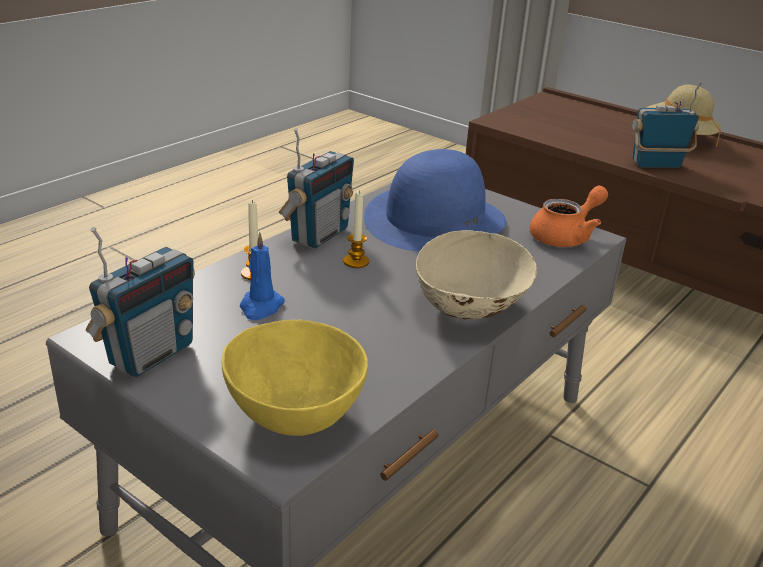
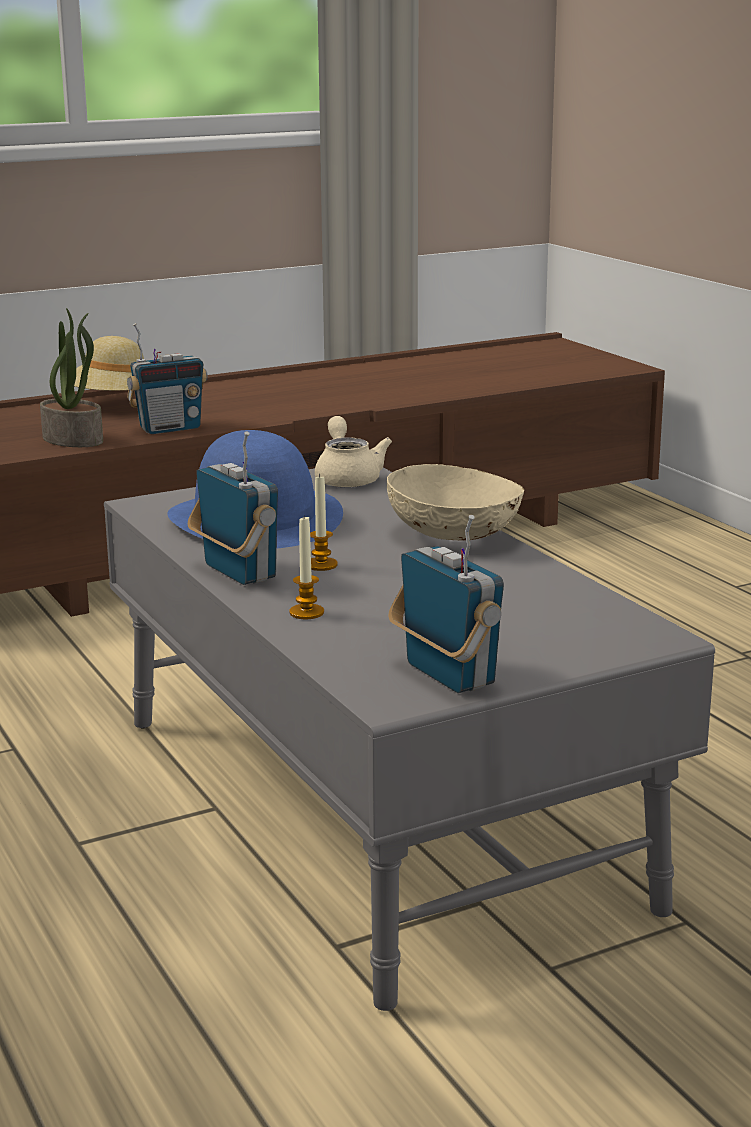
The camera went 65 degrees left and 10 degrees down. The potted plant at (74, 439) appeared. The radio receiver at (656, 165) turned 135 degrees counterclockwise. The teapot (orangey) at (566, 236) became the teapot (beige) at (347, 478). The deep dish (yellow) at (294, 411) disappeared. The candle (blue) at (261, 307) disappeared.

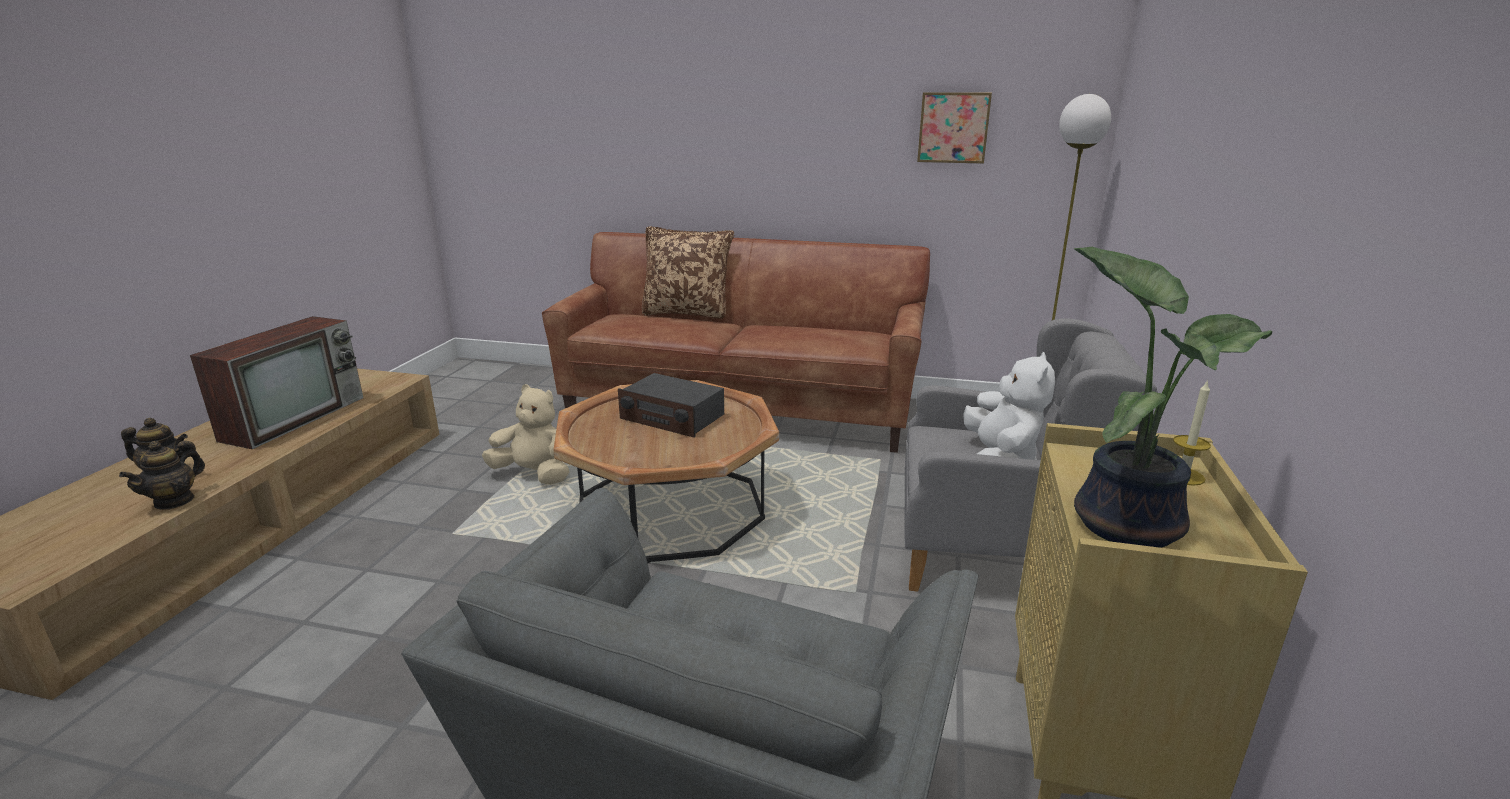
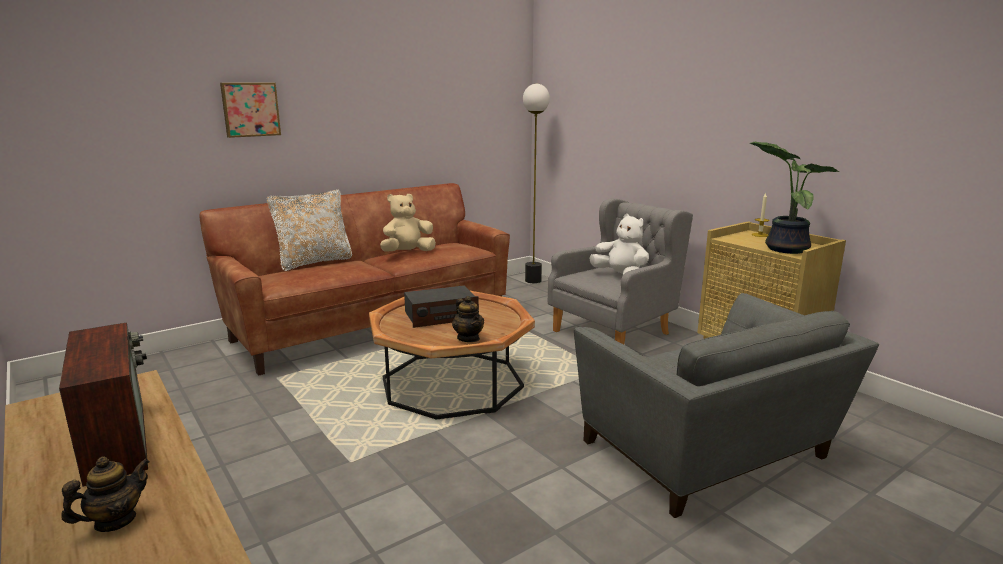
The camera went 50 degrees left and 5 degrees down. The wall art moved from (953, 127) to (250, 109). The cushion (brown-coloured) at (687, 315) became the cushion (whitish) at (315, 263). The plush toy (beige) moved from (534, 474) to (407, 253). The teapot moved from (175, 501) to (468, 338).

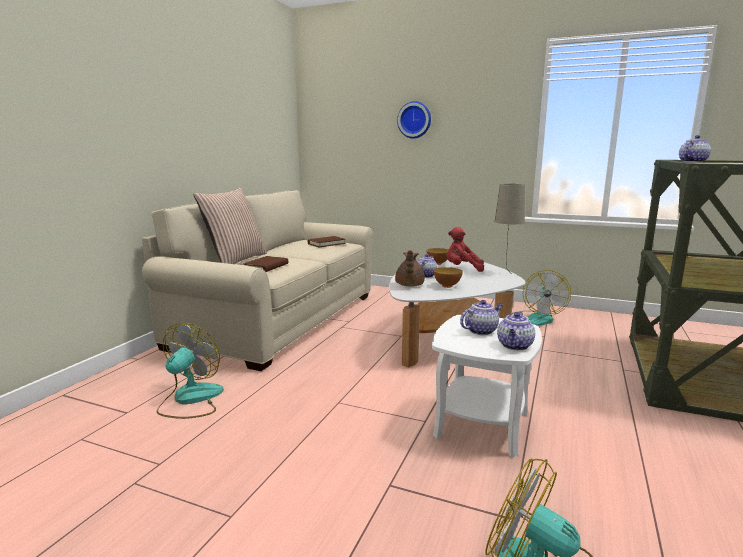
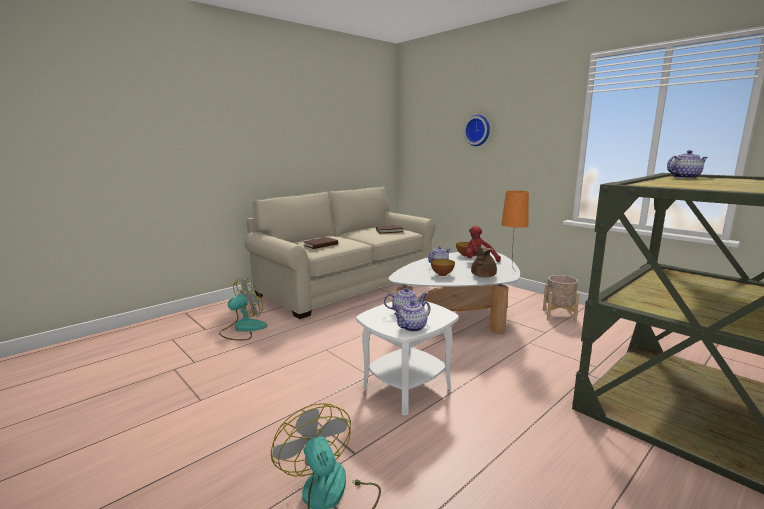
The camera went 25 degrees right and 0 degrees up. The teapot (brown-coloured) moved from (409, 285) to (482, 276). The table lamp (beige) at (505, 273) became the table lamp (orangey) at (511, 270). The cooling fan at (537, 318) was replaced by the flower pot (beige) at (558, 316). The cushion at (235, 260) disappeared.

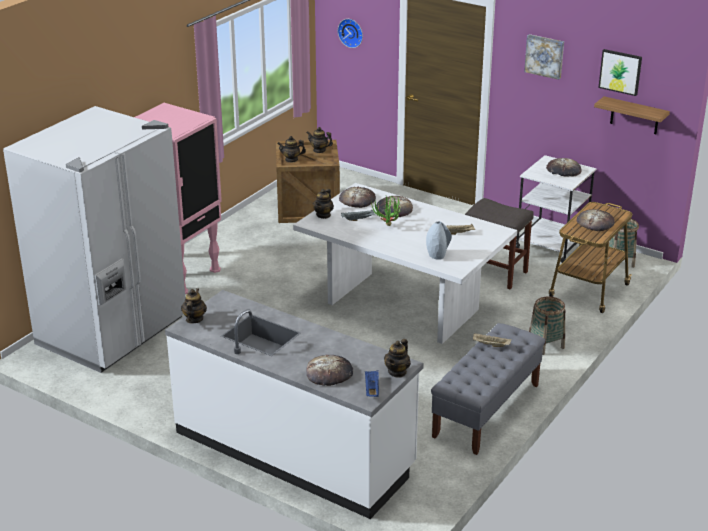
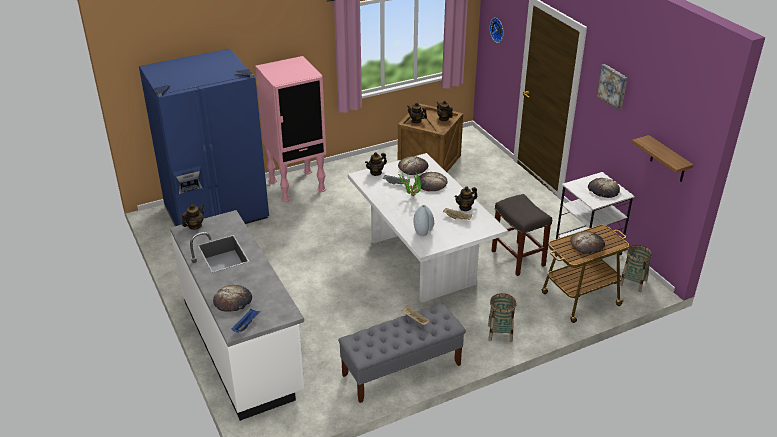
The camera went 30 degrees right and 5 degrees up. The fridge (whitish) at (113, 331) became the fridge (blue) at (217, 214). The teapot moved from (397, 372) to (465, 207). The wall art at (620, 71) disappeared.

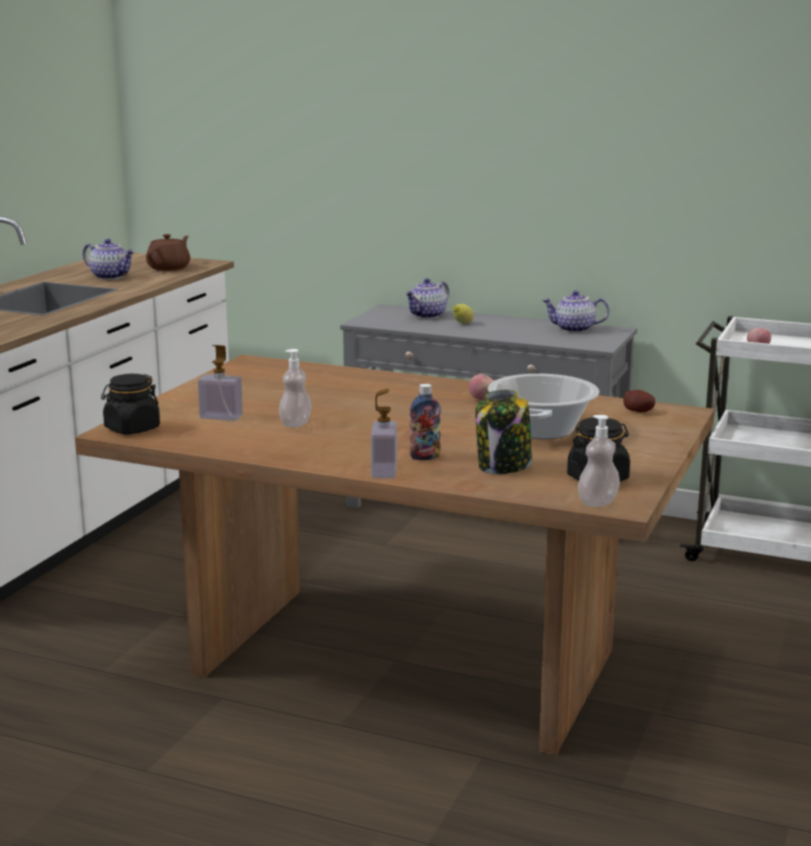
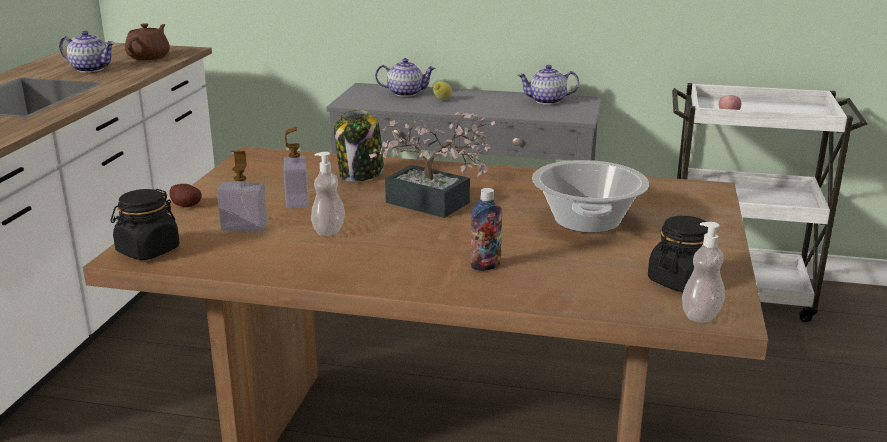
The camera went 10 degrees left and 5 degrees up. The potato moved from (639, 411) to (187, 205). The soap bottle moved from (384, 471) to (297, 201). The storage jar moved from (504, 466) to (361, 175). The potted plant at (435, 205) appeared. The teapot at (427, 316) turned 120 degrees counterclockwise. The apple fruit at (482, 399) disappeared.

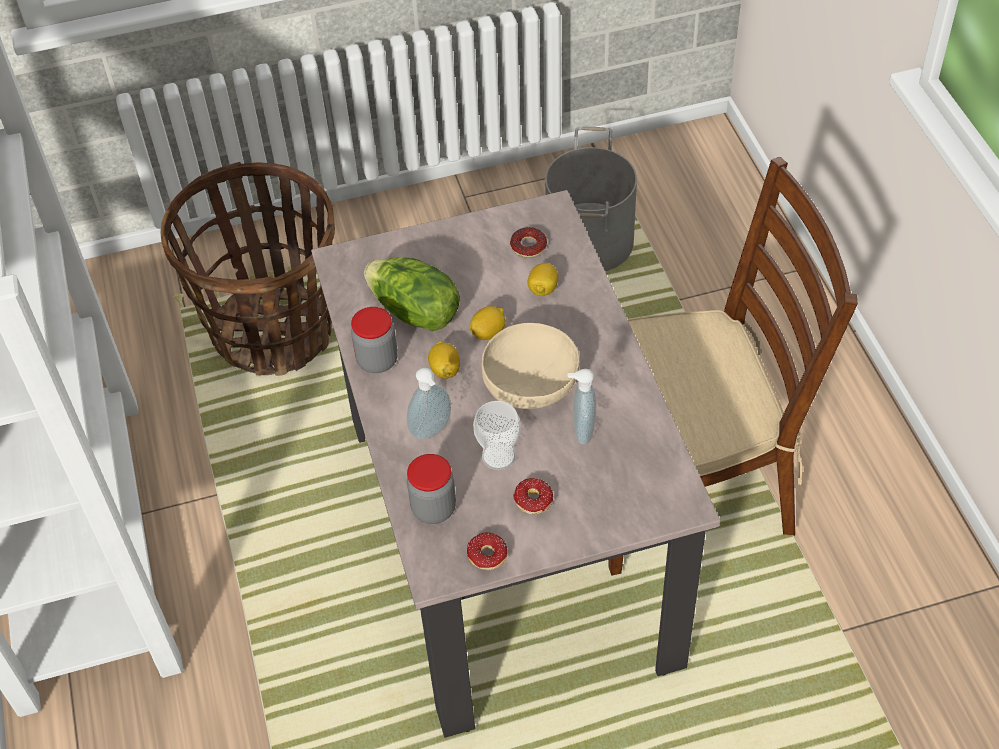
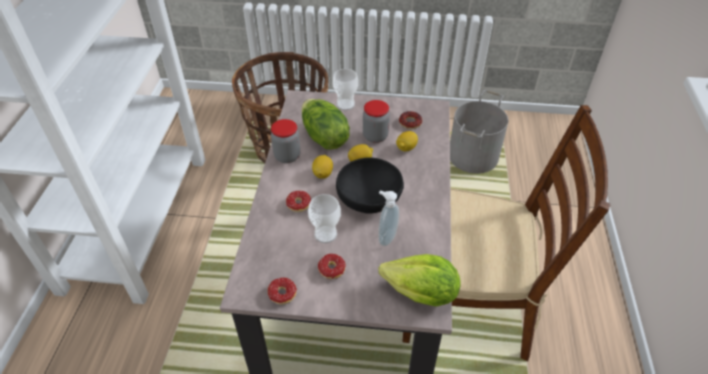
The camera went 20 degrees right and 5 degrees down. The soap bottle at (432, 431) was replaced by the donut at (294, 206). The small cup at (345, 104) appeared. The deep dish (beige) at (531, 384) became the deep dish (blackish) at (369, 199). The storage jar moved from (433, 508) to (375, 136). The head of lettuce at (421, 294) appeared.

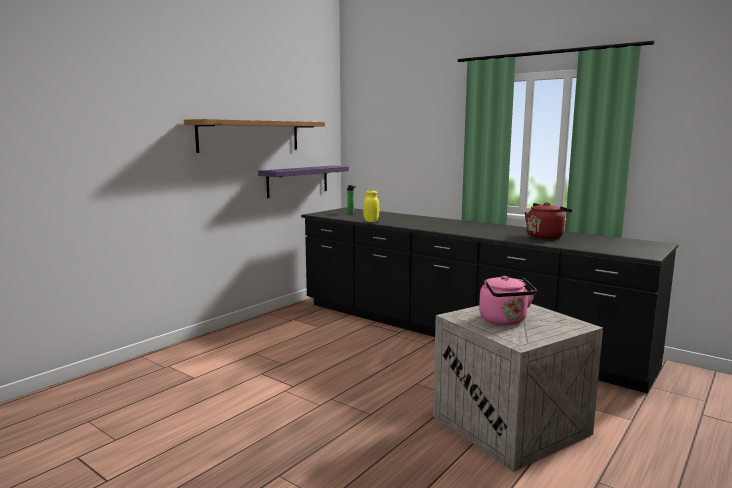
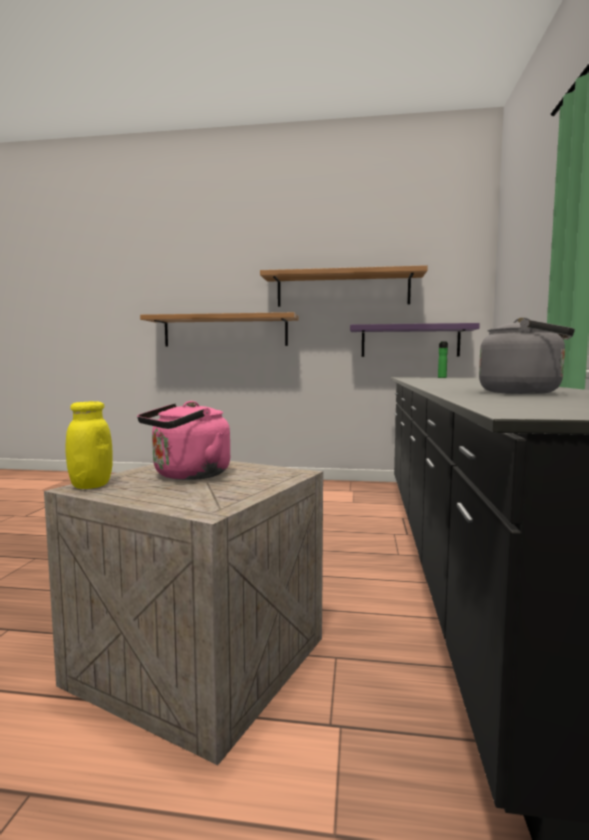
The camera went 60 degrees right and 5 degrees down. The storage jar (yellow) moved from (371, 221) to (91, 485). The shelf at (225, 331) appeared. The tea kettle (red-coloured) at (545, 236) became the tea kettle (gray) at (525, 393).

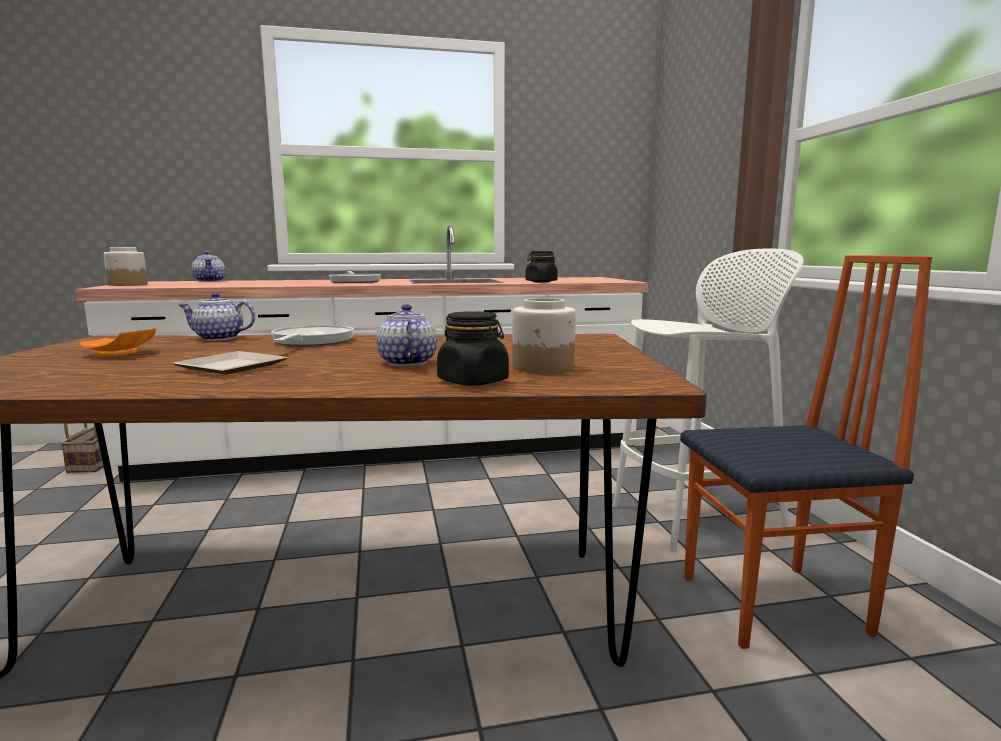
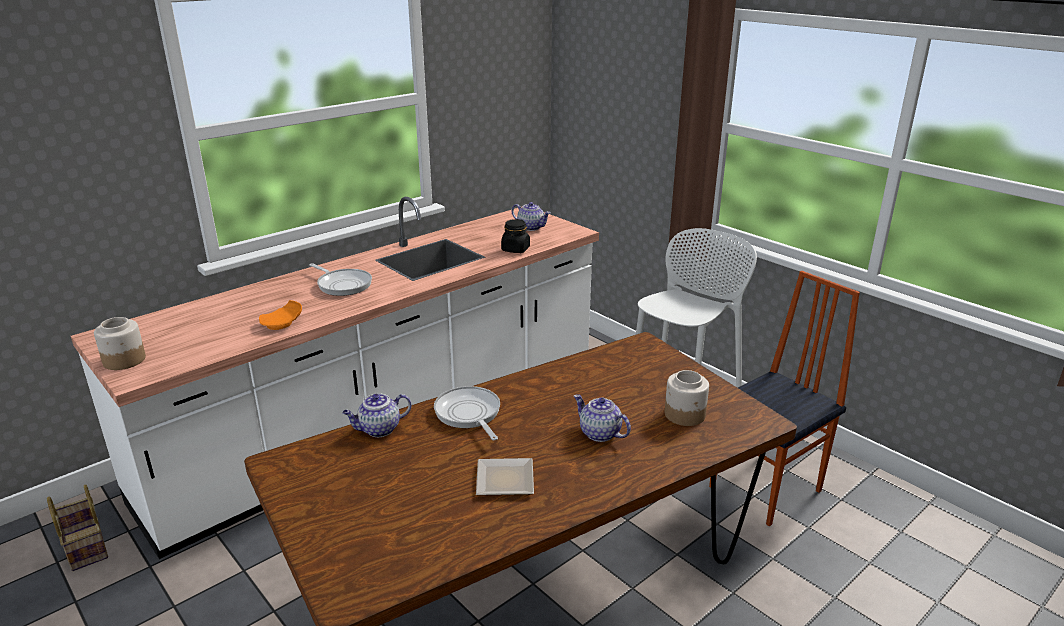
The camera went 30 degrees left and 15 degrees up. The flat dish (orangey) moved from (121, 354) to (283, 324). The teapot moved from (210, 281) to (531, 227). The storage jar (blackish) at (473, 381) disappeared.

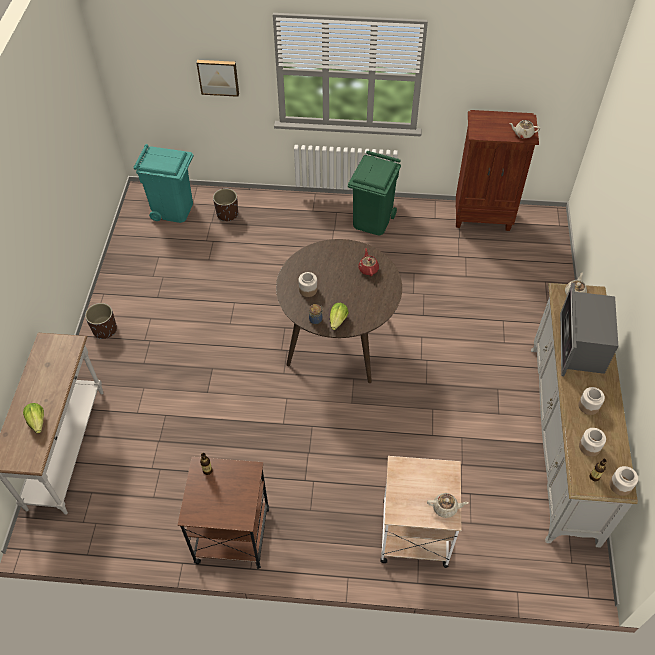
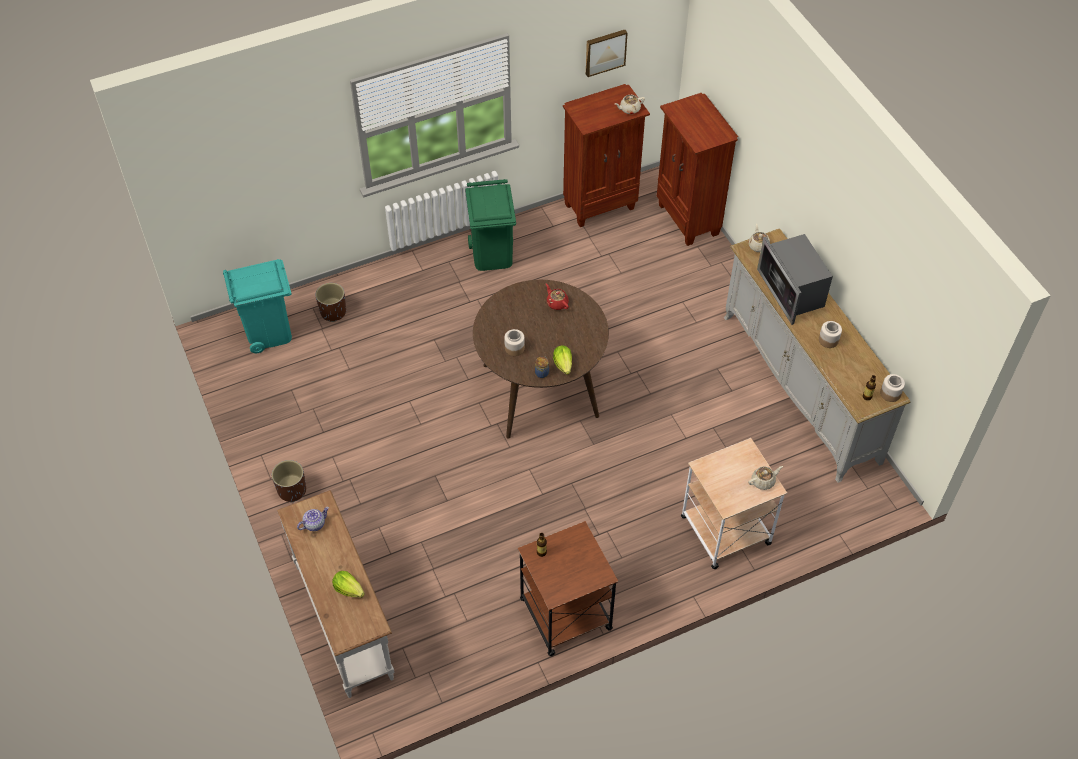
The camera went 30 degrees left and 0 degrees up. The teapot at (314, 524) appeared. The wall art moved from (218, 77) to (605, 51). The cabinet (brown-coloured) at (687, 220) appeared. The storage jar at (590, 446) disappeared.

